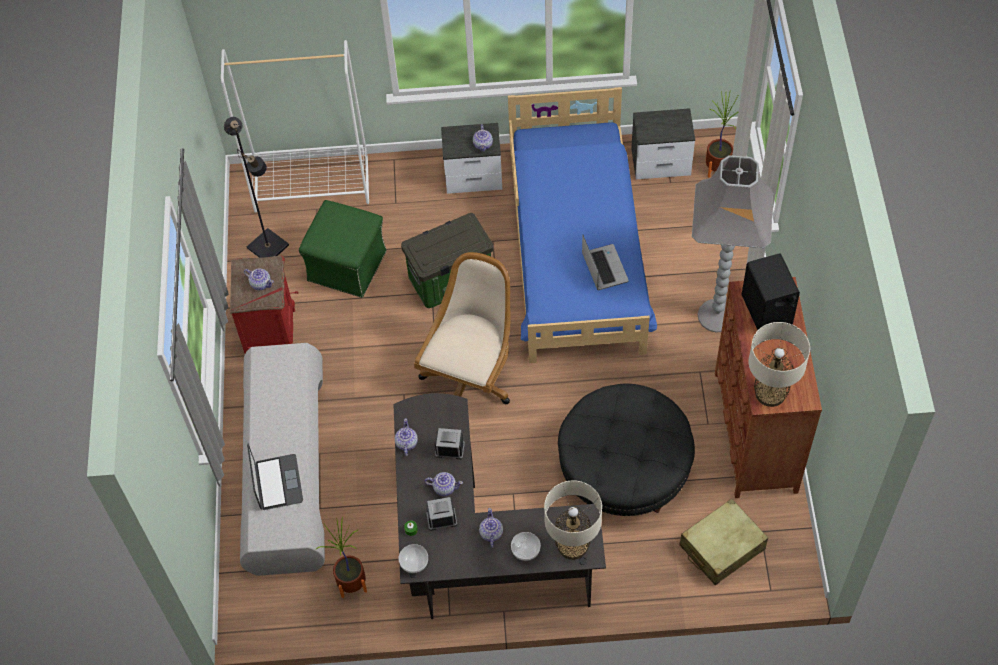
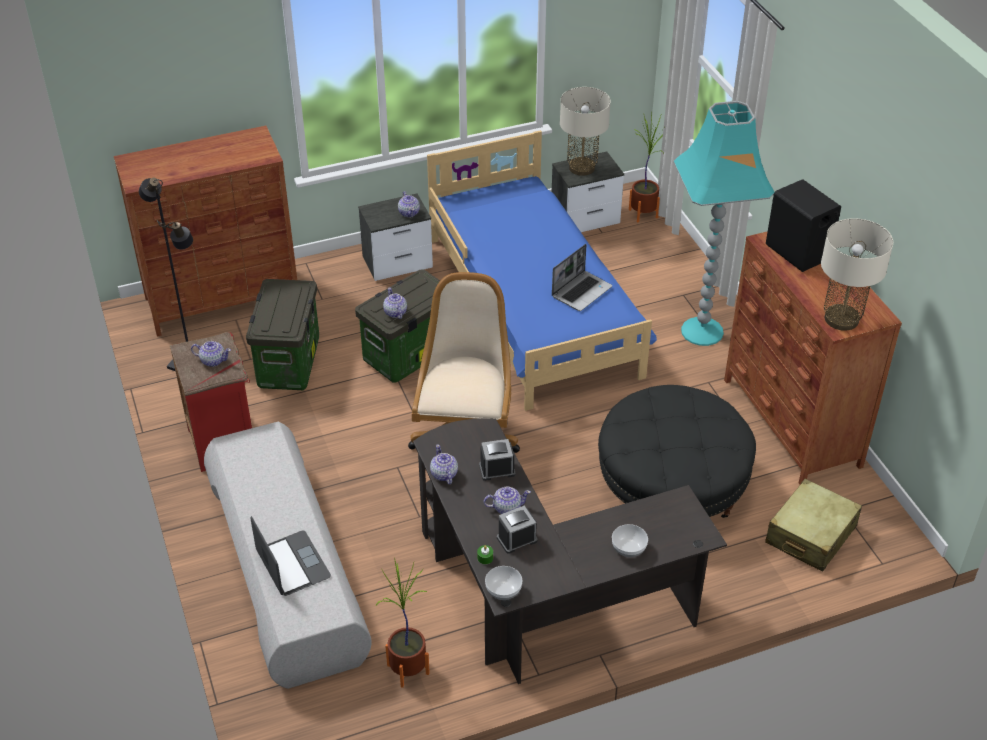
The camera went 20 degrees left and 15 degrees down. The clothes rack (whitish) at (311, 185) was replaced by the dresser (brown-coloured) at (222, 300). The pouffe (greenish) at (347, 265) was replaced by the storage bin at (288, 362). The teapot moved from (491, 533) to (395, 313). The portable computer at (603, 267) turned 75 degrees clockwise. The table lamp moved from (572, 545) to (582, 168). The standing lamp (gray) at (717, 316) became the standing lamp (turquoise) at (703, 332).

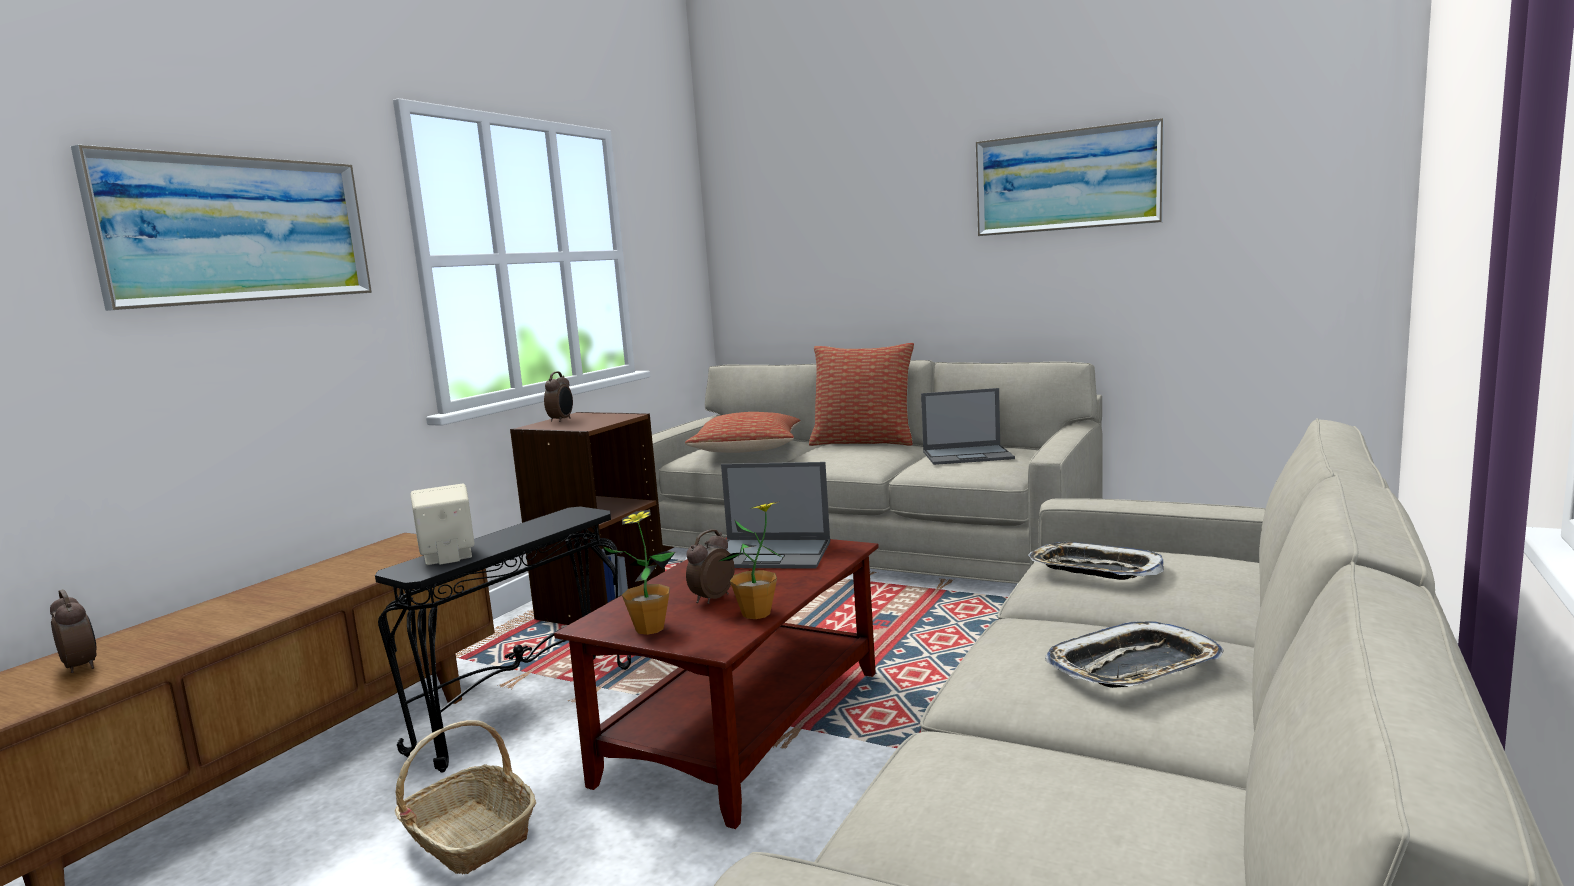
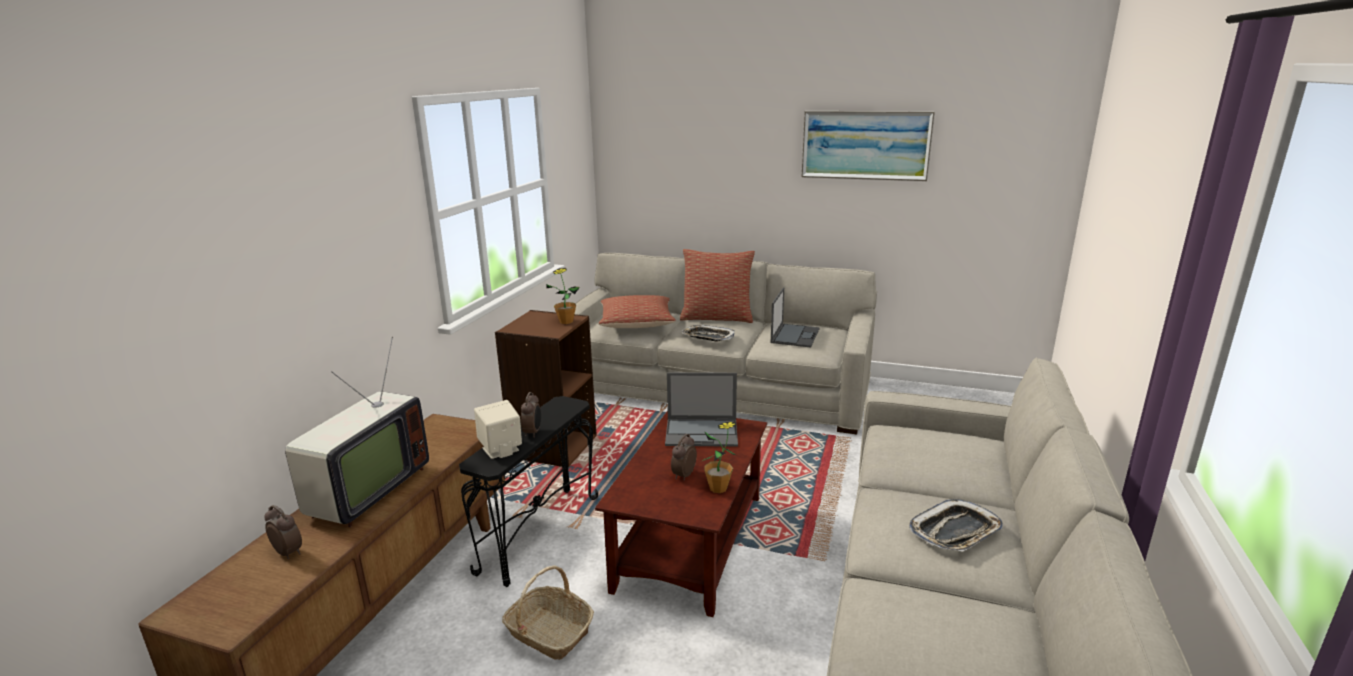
The camera went 10 degrees left and 10 degrees up. The TV at (364, 492) appeared. The table clock moved from (561, 420) to (533, 432). The potted plant moved from (650, 628) to (566, 321). The serving tray moved from (1094, 570) to (708, 337). The portable computer at (968, 455) turned 60 degrees counterclockwise. The wall art at (238, 230) disappeared.

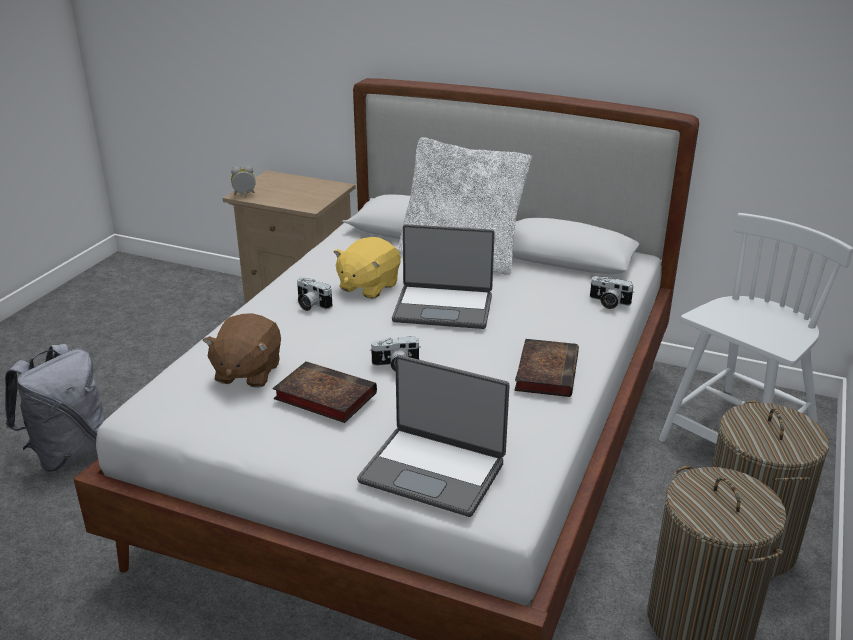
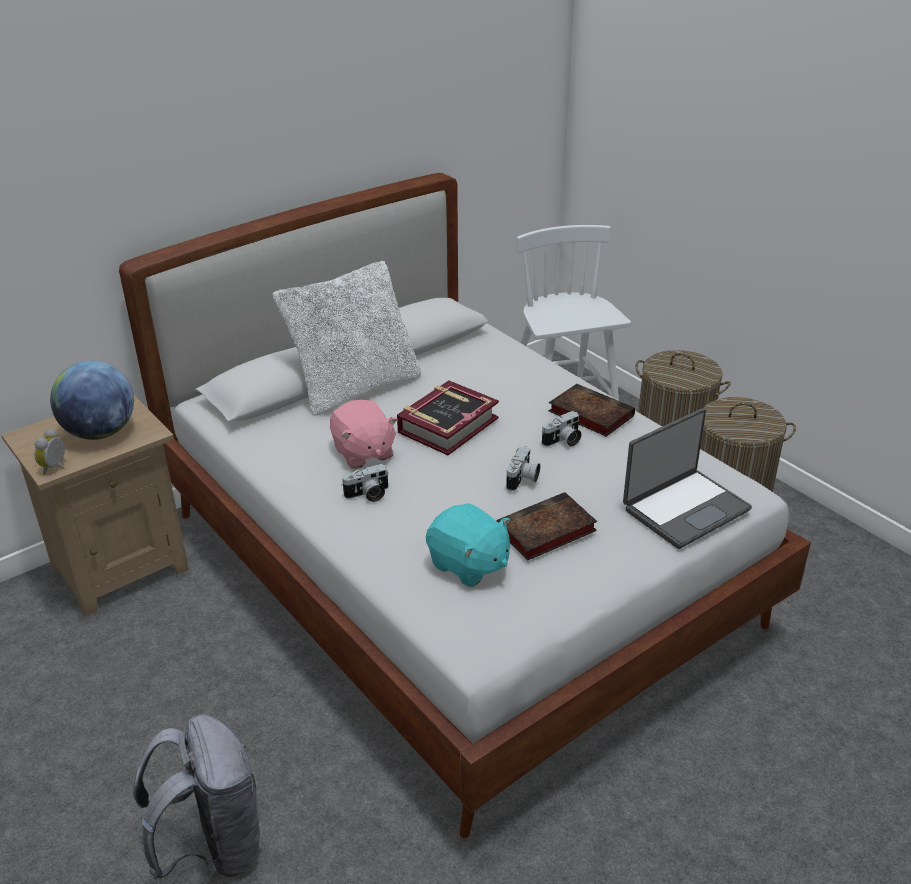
The camera went 60 degrees left and 5 degrees up. The desk globe at (100, 432) appeared. The plush toy (yellow) at (368, 286) became the plush toy (pink) at (363, 453). The portable computer at (443, 307) was replaced by the bound book at (447, 425). The plush toy (brown-coloured) at (247, 372) became the plush toy (turquoise) at (468, 565). The photo camera moved from (608, 303) to (563, 441).

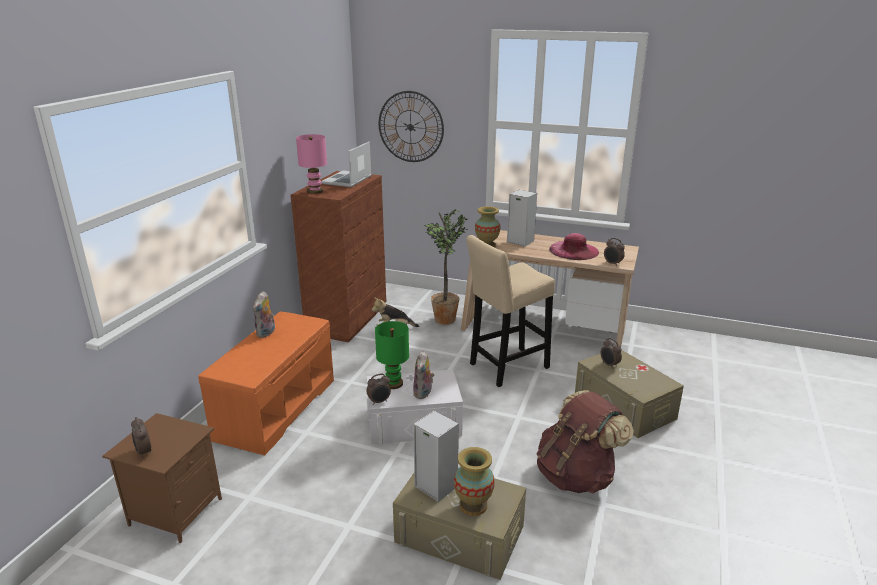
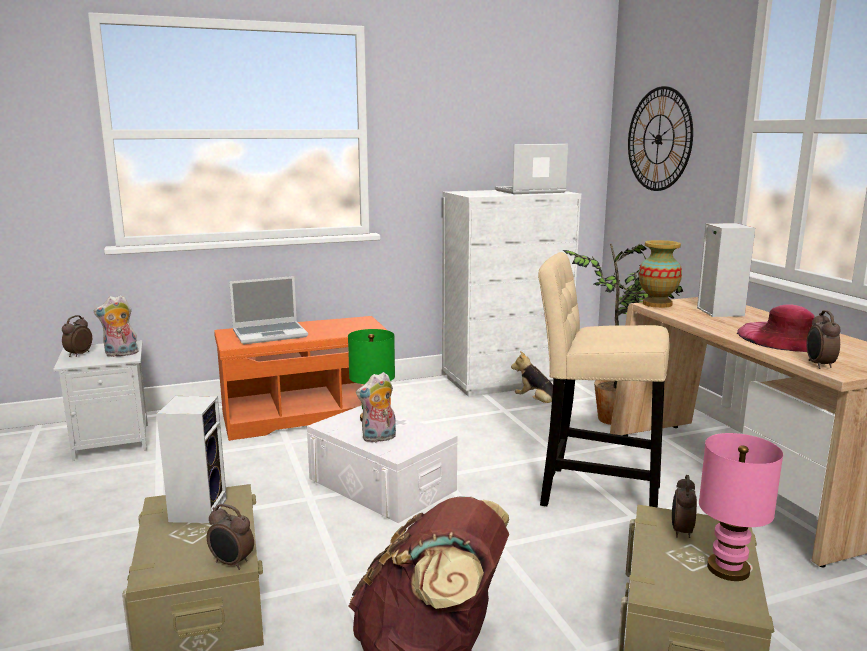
The camera went 50 degrees right and 10 degrees down. The nightstand (brown-coloured) at (176, 510) became the nightstand (gray) at (114, 441). The plush toy moved from (266, 333) to (120, 354). The table clock moved from (379, 402) to (231, 563). The portable computer at (271, 334) appeared. The dresser (brown-coloured) at (347, 320) became the dresser (whitish) at (506, 380). The table lamp (pink) moved from (314, 191) to (727, 568). The decorative vase at (473, 505) disappeared.

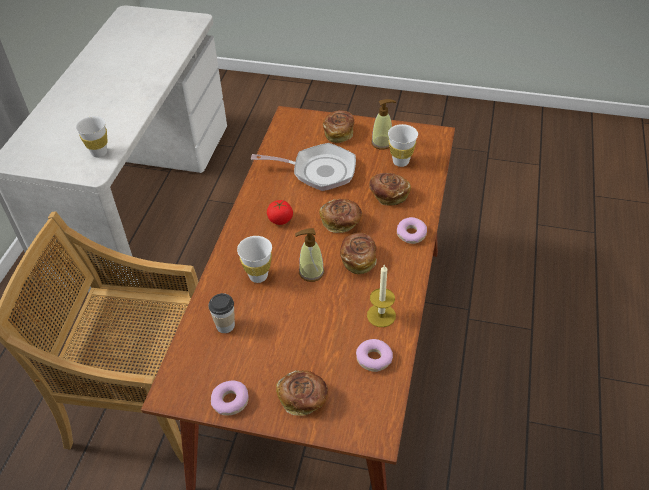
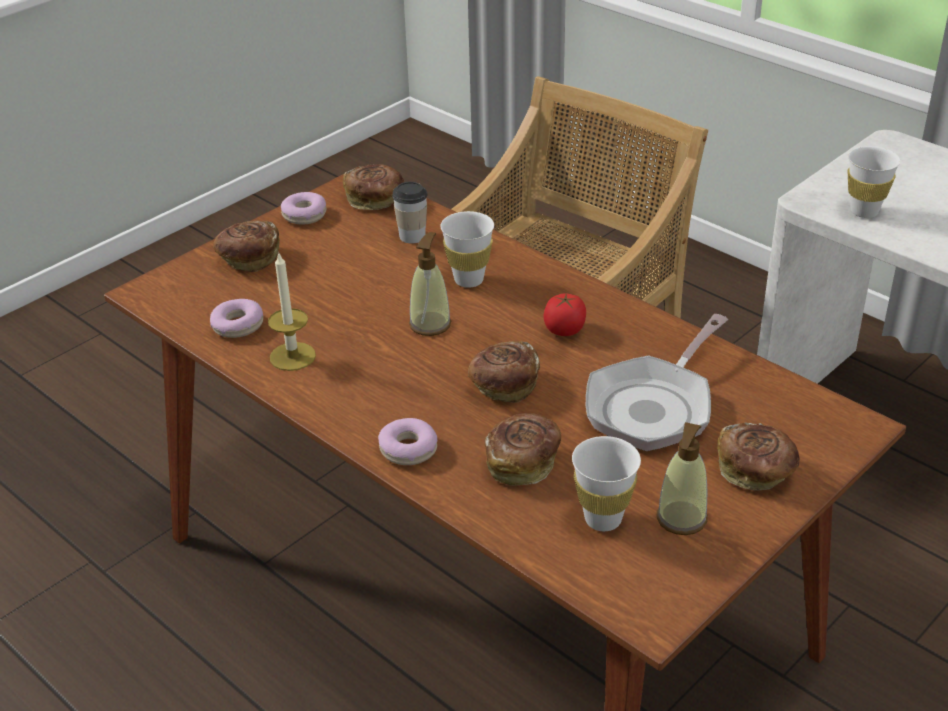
The camera went 120 degrees right and 10 degrees down. The baked bread moved from (358, 259) to (375, 200).

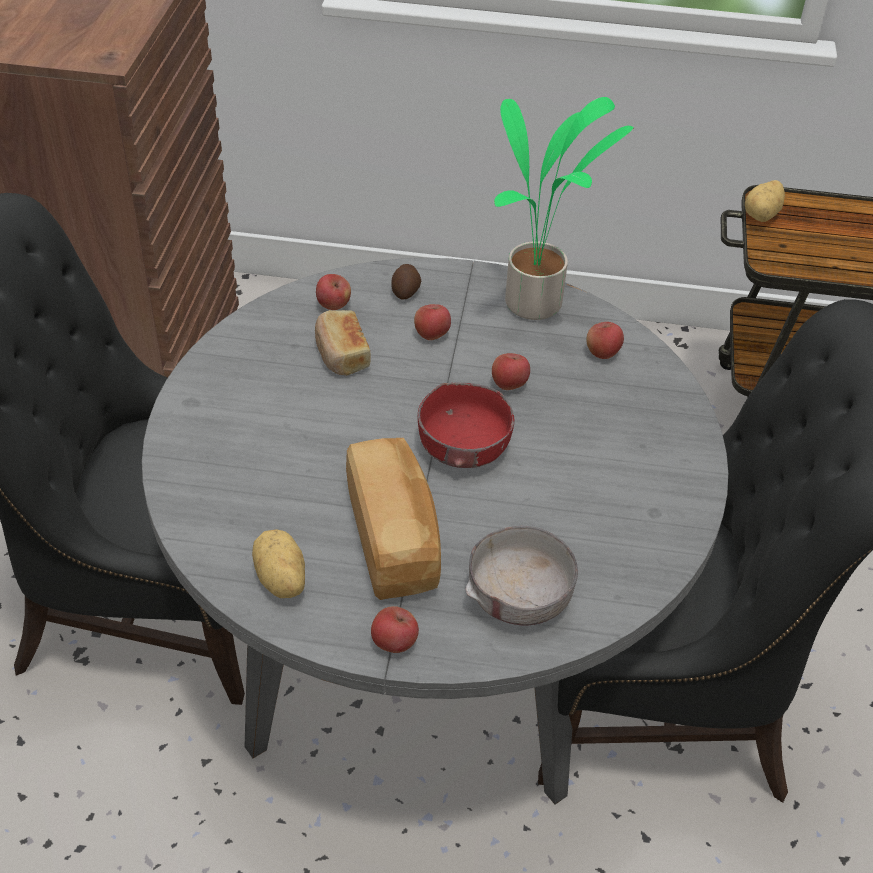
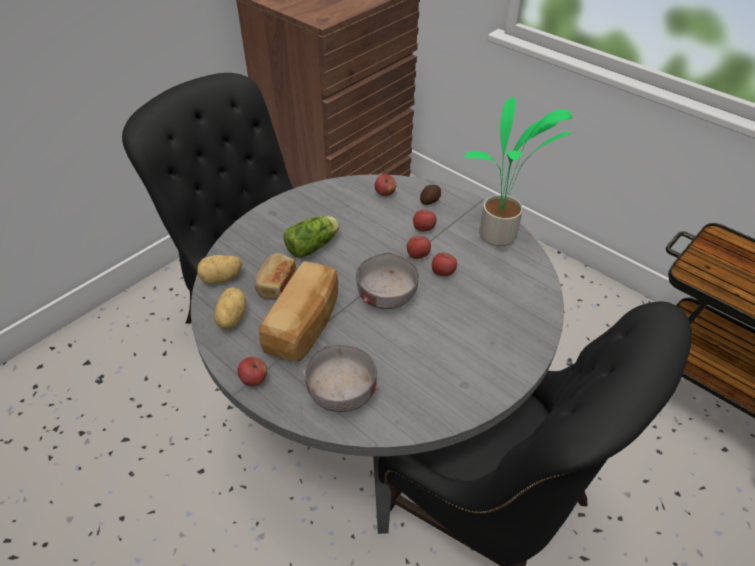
The camera went 35 degrees right and 0 degrees up. The potato moved from (762, 215) to (222, 279). The baked bread moved from (341, 354) to (275, 283). The head of lettuce at (314, 245) appeared. The deep dish (red-coloured) at (463, 446) became the deep dish (gray) at (386, 294). The apple fruit moved from (602, 353) to (418, 255).

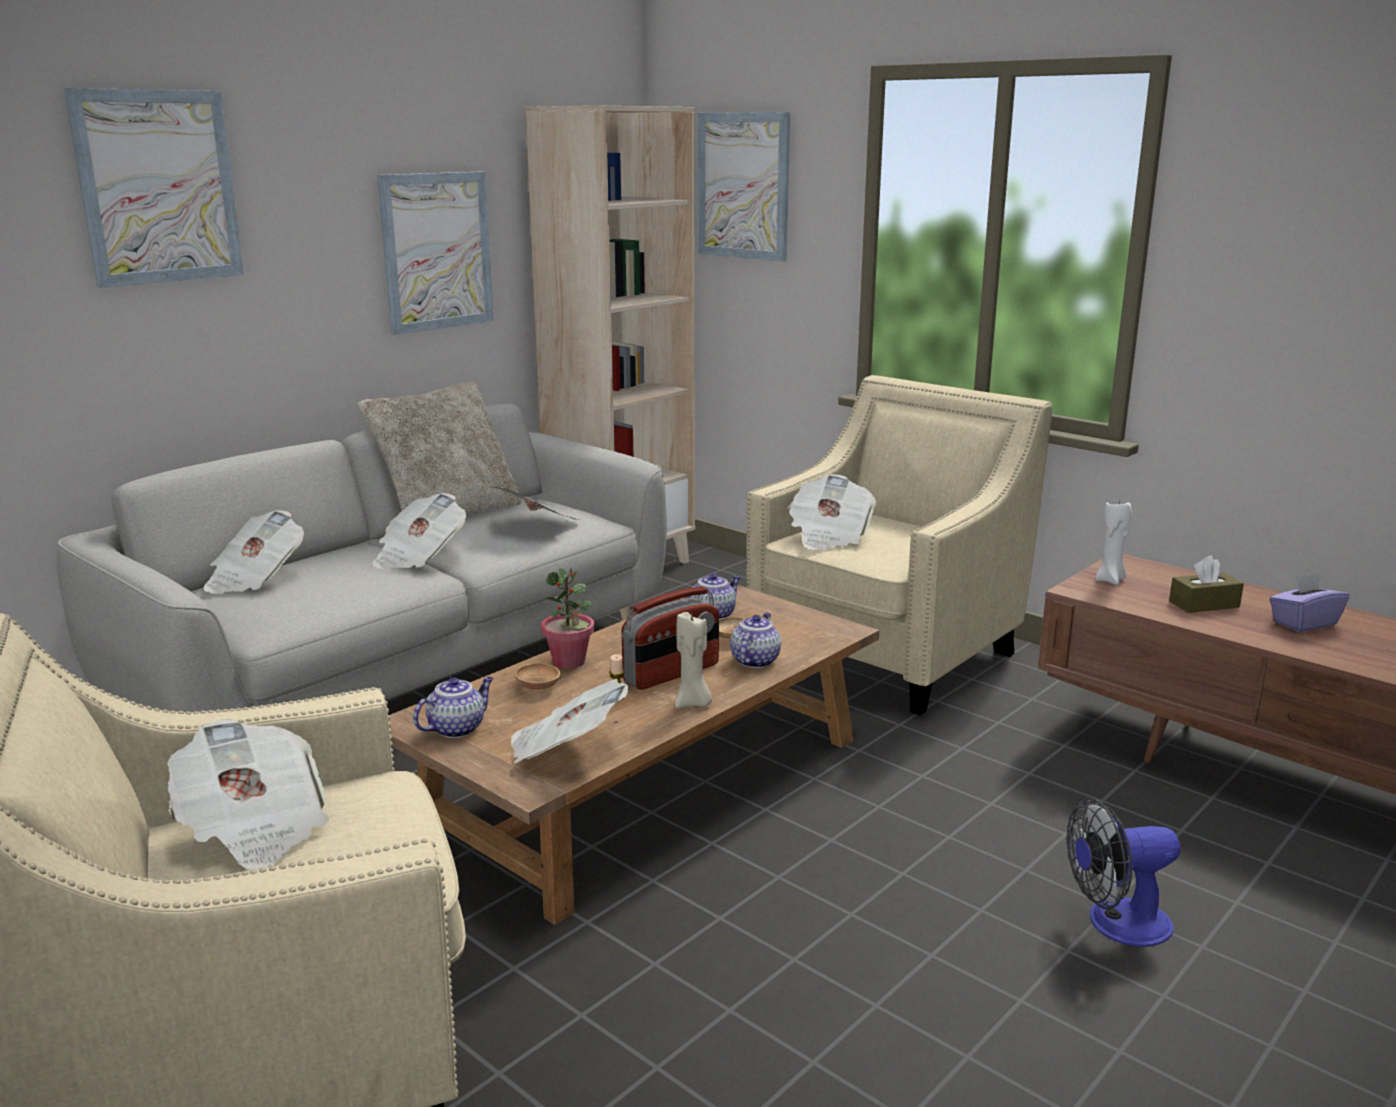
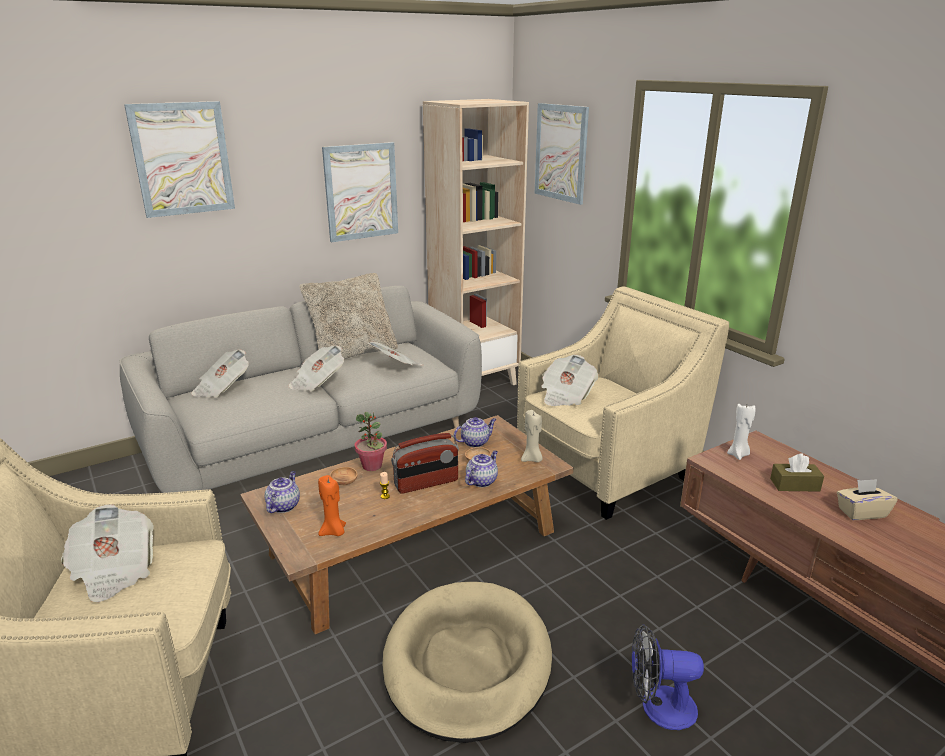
The camera went 15 degrees right and 5 degrees up. The teapot at (457, 728) turned 45 degrees counterclockwise. The newspaper at (566, 750) was replaced by the candle (orangey) at (334, 532). The dog bed (beige) at (467, 663) appeared. The candle (beige) moved from (693, 703) to (532, 459). The tissue holder (purplish) at (1303, 623) became the tissue holder (beige) at (861, 512).

